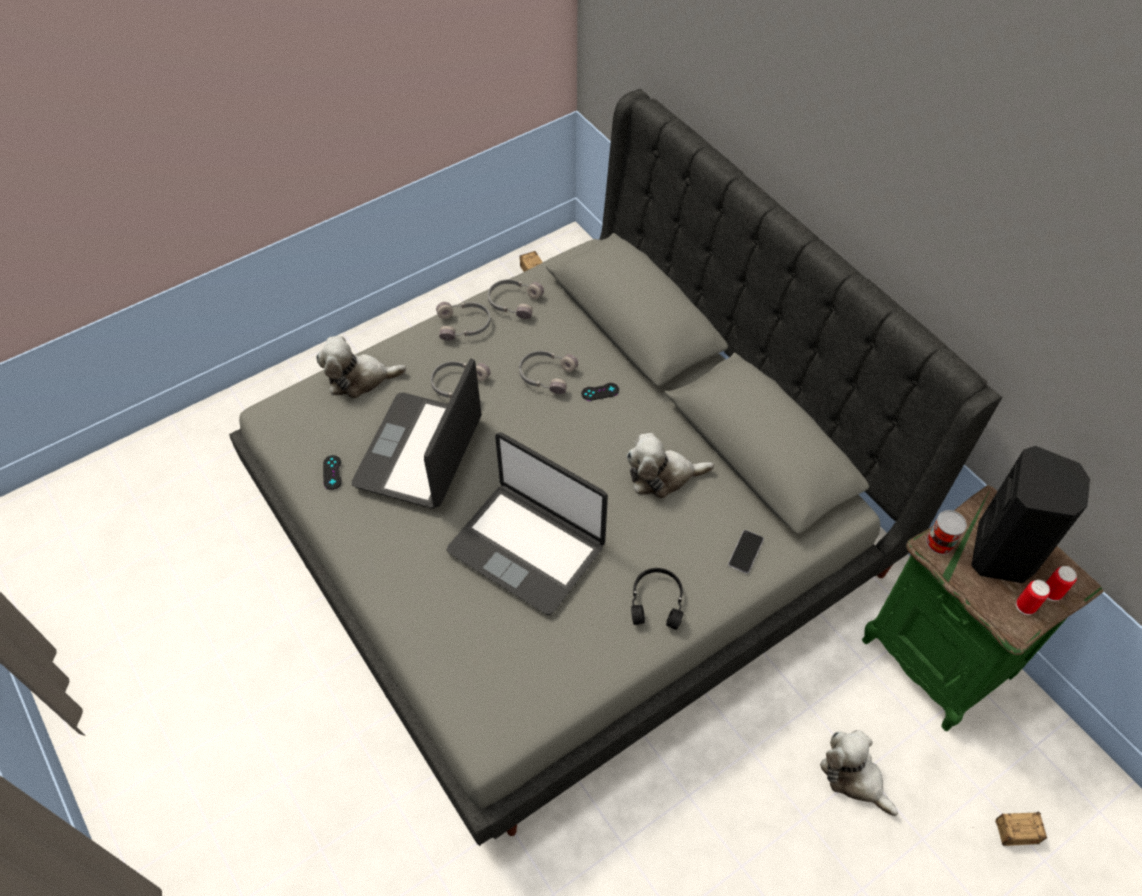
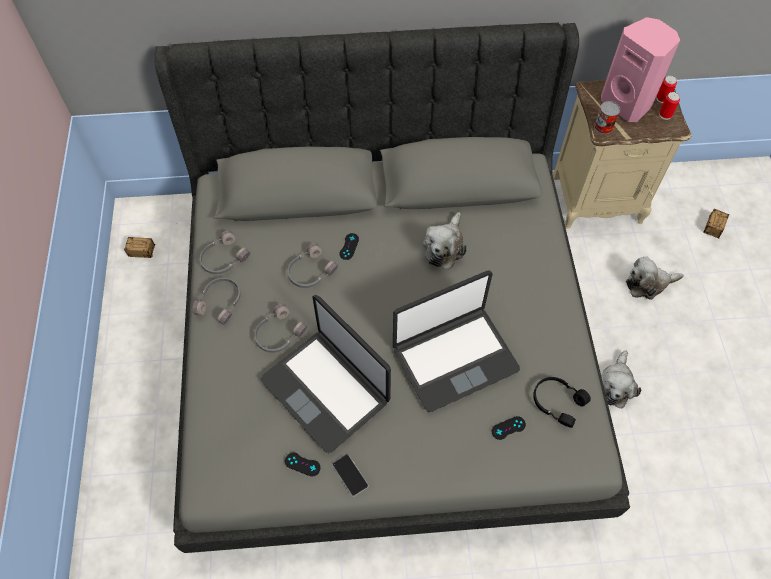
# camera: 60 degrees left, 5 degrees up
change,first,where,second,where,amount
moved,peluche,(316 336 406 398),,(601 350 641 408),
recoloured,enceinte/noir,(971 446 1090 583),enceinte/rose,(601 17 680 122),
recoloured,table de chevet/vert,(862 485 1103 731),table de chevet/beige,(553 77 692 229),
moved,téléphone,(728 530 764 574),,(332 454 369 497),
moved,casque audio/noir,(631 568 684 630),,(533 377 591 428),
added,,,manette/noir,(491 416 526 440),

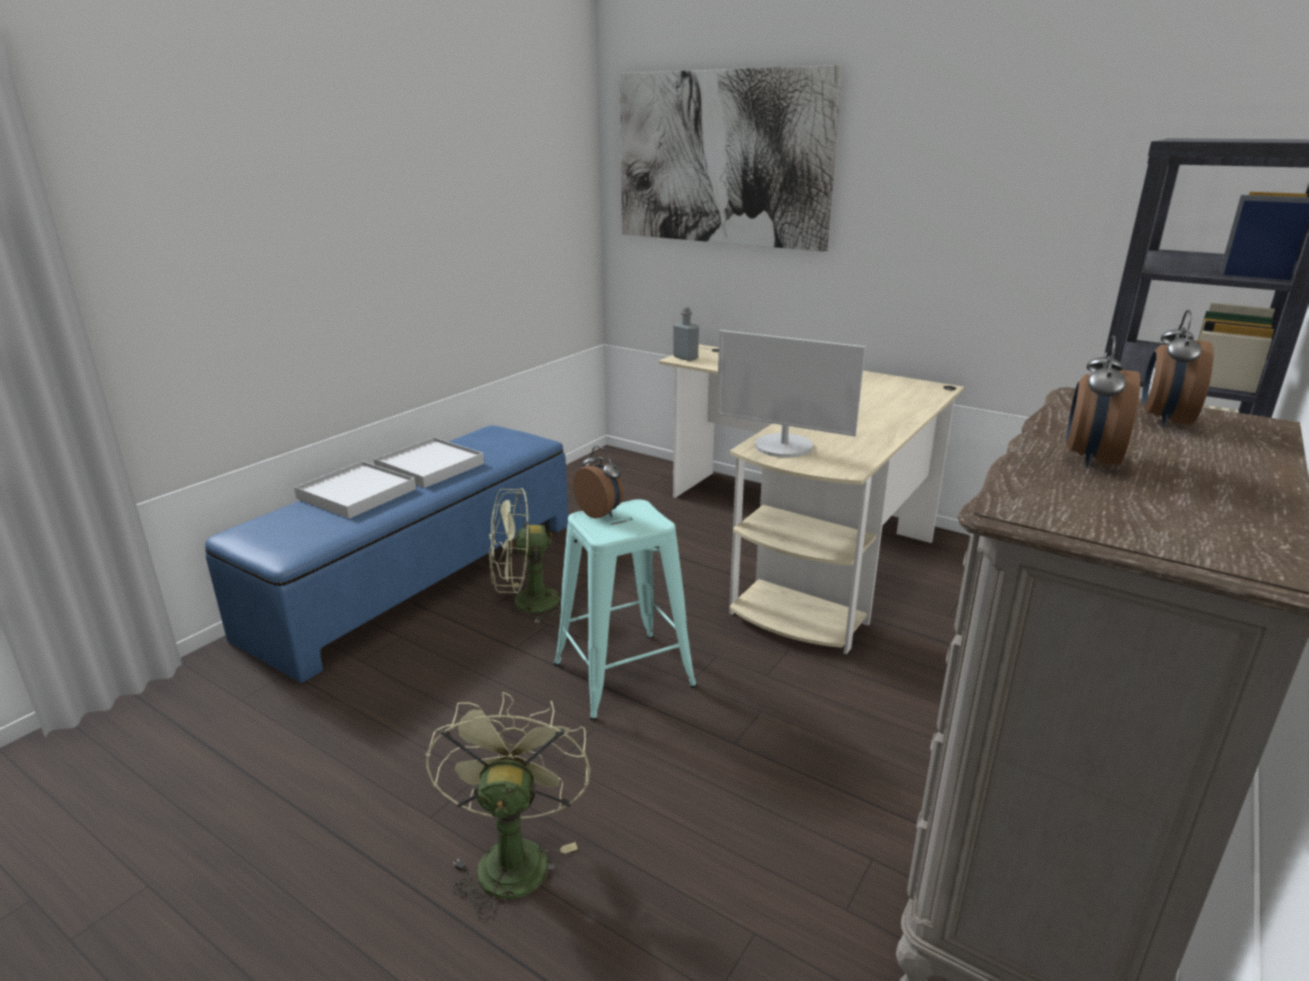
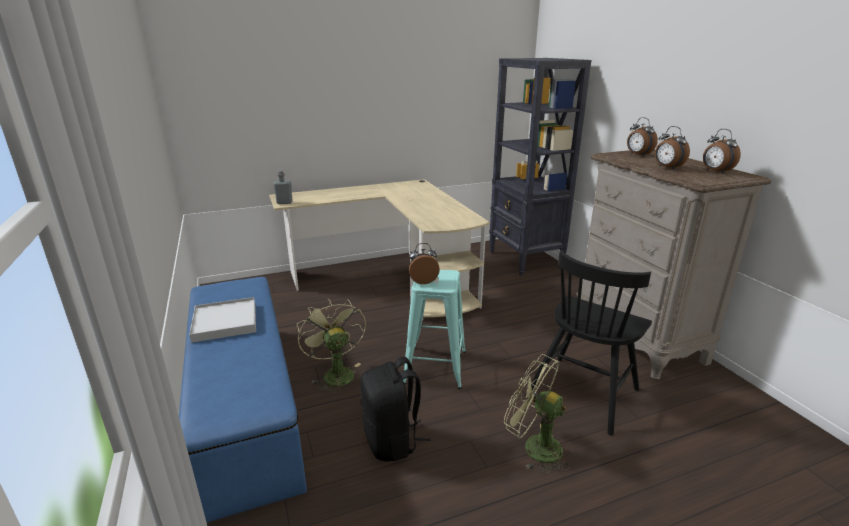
# camera: 55 degrees left, 0 degrees up
change,first,where,second,where,amount
removed,tableau,(620 65 843 252),,,
removed,écran d'ordinateur,(717 330 866 457),,,
removed,plateau/blanc,(294 461 416 519),,,
turned,ventilateur/vert,(489 488 575 623),,(296 298 366 394),135 degrees clockwise
added,,,réveil,(703 129 741 174),
added,,,chaise/noir,(525 249 652 436),
added,,,sac à dos/noir,(360 357 430 462),

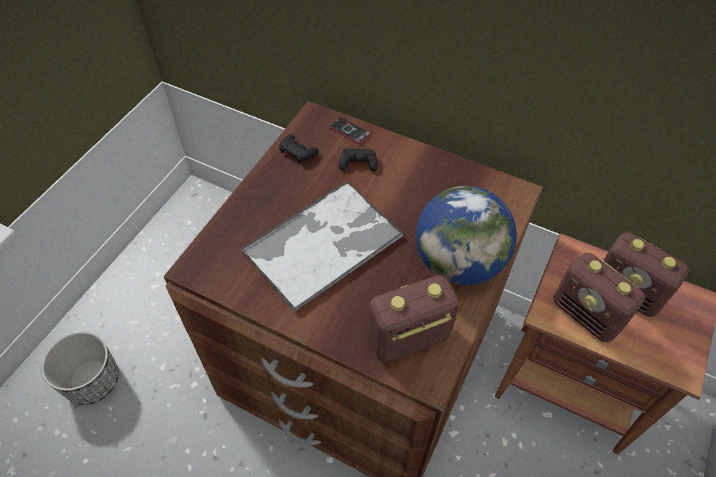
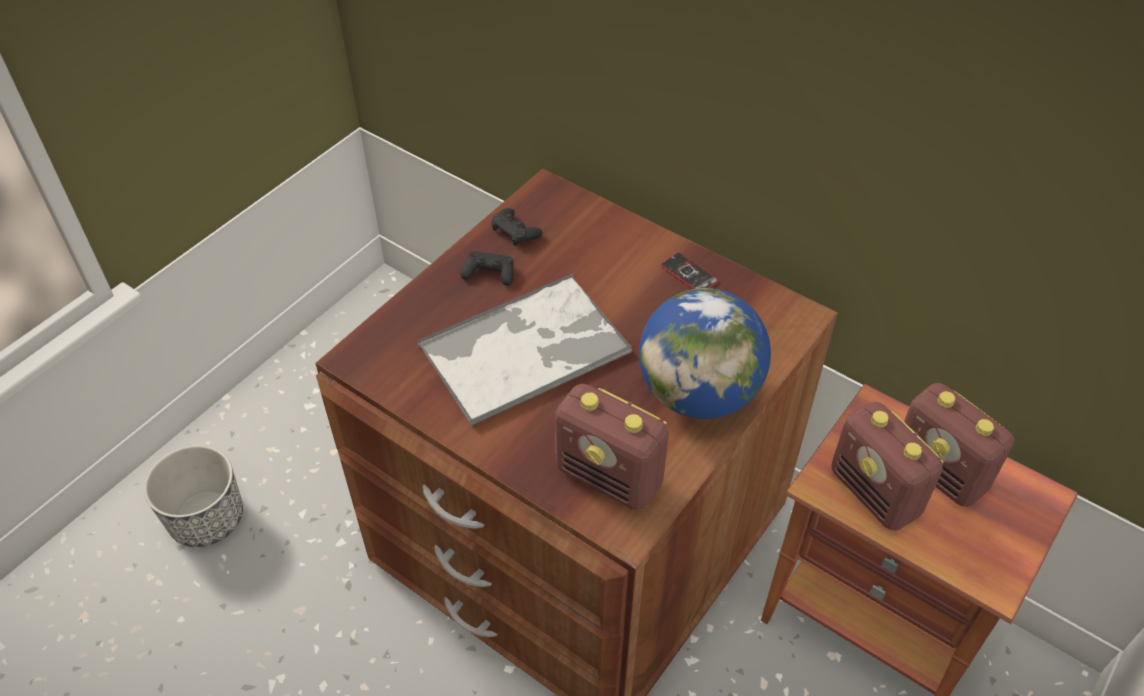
# camera: 10 degrees right, 5 degrees down
change,first,where,second,where,amount
moved,téléphone,(329 117 371 144),,(661 253 718 289),
moved,manette/noir,(339 148 378 171),,(460 251 514 286),
turned,radio,(368 275 459 362),,(555 384 669 510),135 degrees counterclockwise

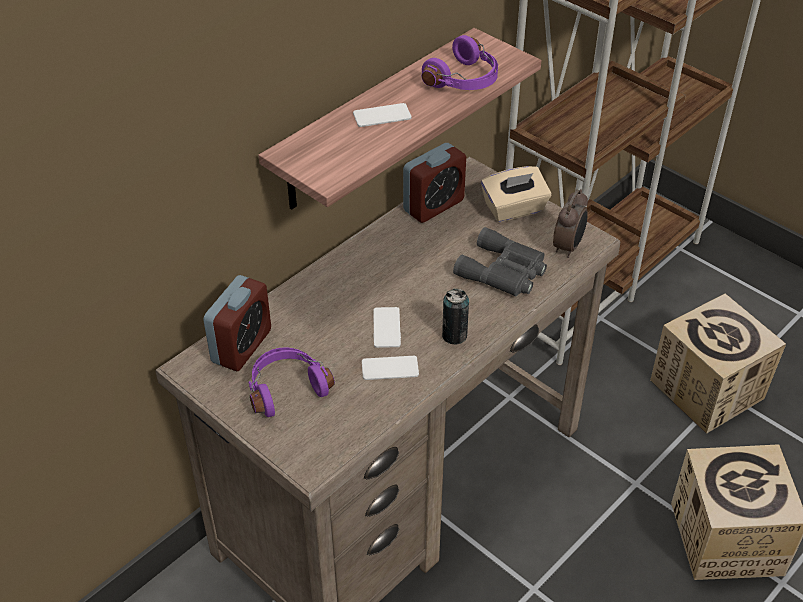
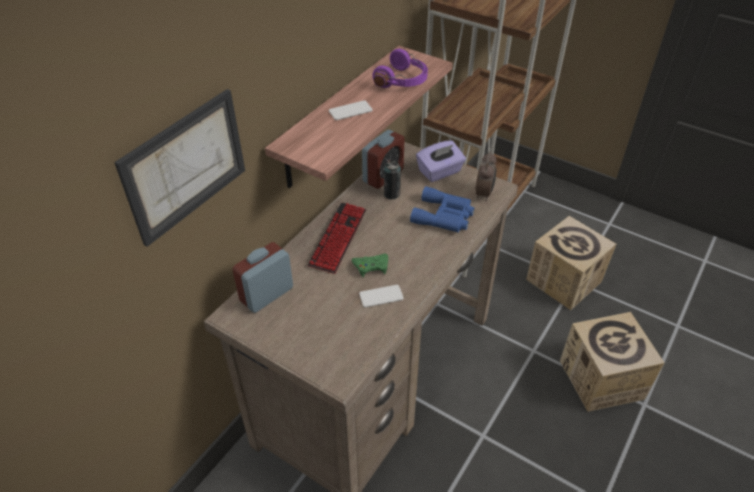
# camera: 10 degrees left, 0 degrees up
change,first,where,second,where,amount
recoloured,boîte à mouchoirs/beige,(481 166 551 222),boîte à mouchoirs/violet,(416 141 466 182),
recoloured,jumelles/gris,(453 227 547 296),jumelles/bleu,(410 186 474 232),
turned,réveil,(203 275 271 371),,(232 242 293 313),150 degrees counterclockwise
moved,boîte métallique,(442 288 469 344),,(384 161 401 199),
replaced,téléphone,(373 307 401 348),manette/vert,(352 254 388 277),
removed,casque audio/violet,(248 347 335 417),,,
added,,,tableau,(114 89 245 247),
added,,,clavier,(308 203 366 274),

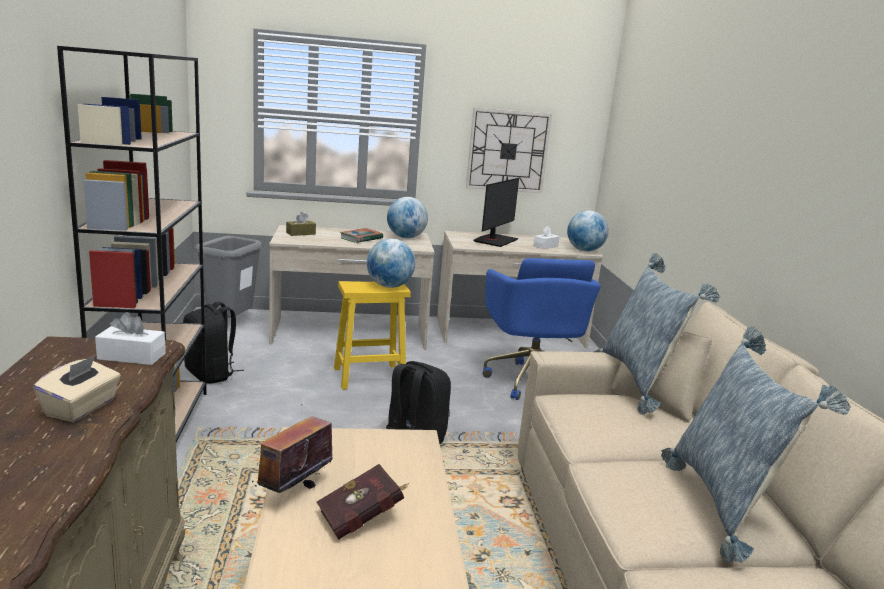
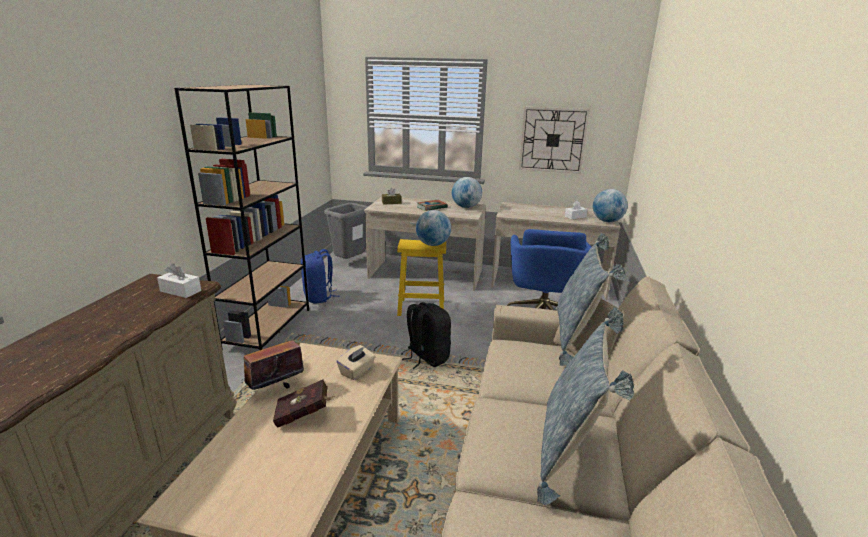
# camera: 20 degrees right, 5 degrees up
change,first,where,second,where,amount
removed,écran d'ordinateur,(473 178 519 247),,,
recoloured,sac à dos/noir,(183 301 244 384),sac à dos/bleu,(301 249 337 304),
moved,boîte à mouchoirs/beige,(33 355 121 422),,(336 345 376 380),

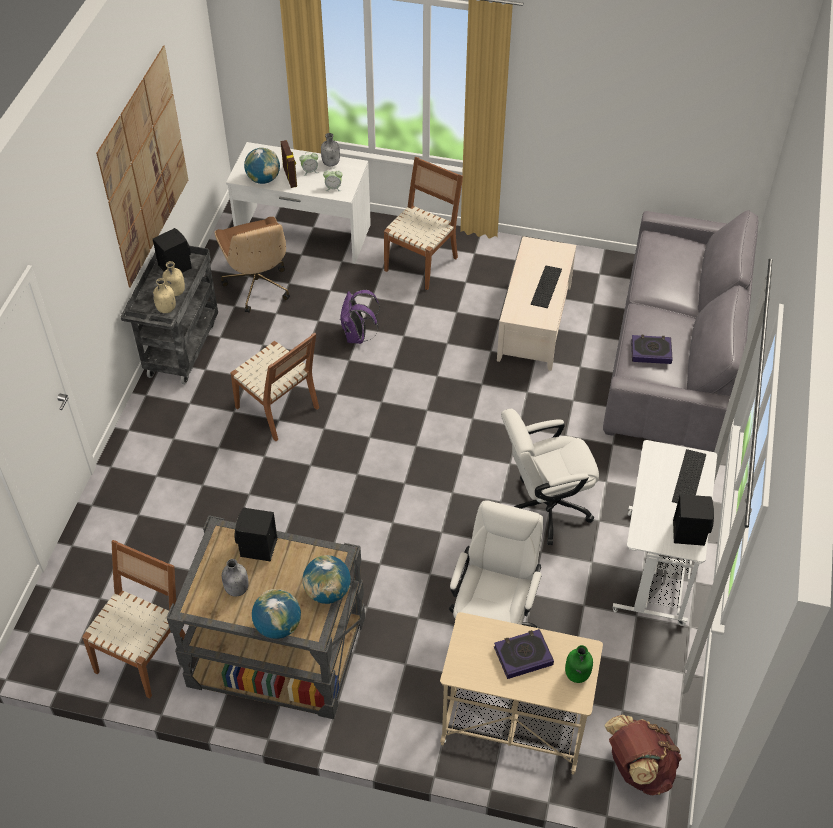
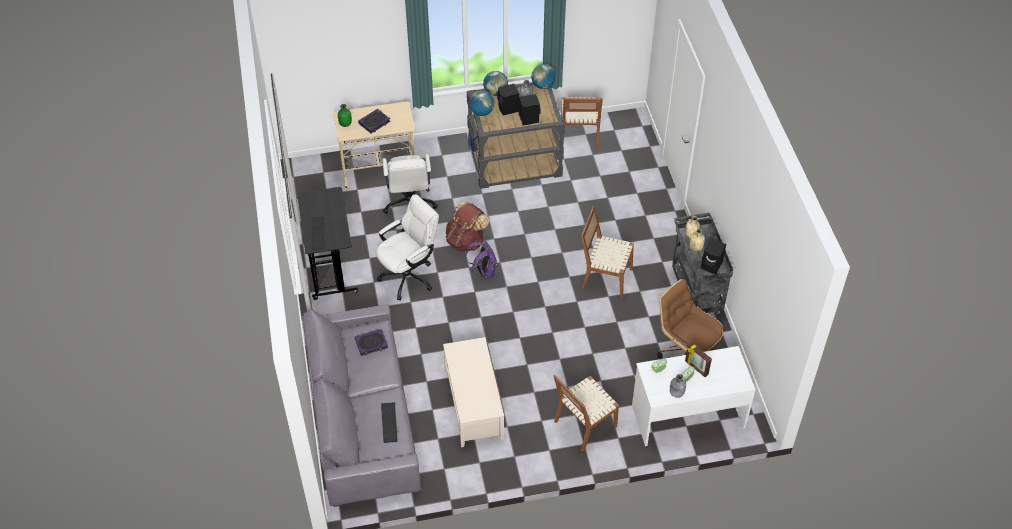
# camera: 155 degrees right, 0 degrees up
change,first,where,second,where,amount
removed,tableau,(96 45 188 288),,,
moved,globe,(244 148 280 184),,(531 64 556 89),
turned,chaise,(384 157 463 290),,(554 375 619 452),45 degrees clockwise
moved,clavier,(531 265 562 308),,(381 402 398 443),
moved,sac à dos/violet,(340 290 380 344),,(465 240 497 279),
recoloured,bureau/blanc,(613 440 717 626),bureau/noir,(297 187 358 300),
moved,enceinte/noir,(673 494 714 546),,(497 84 519 116),
moved,sac à dos/marron,(604 715 682 795),,(446 201 489 252),

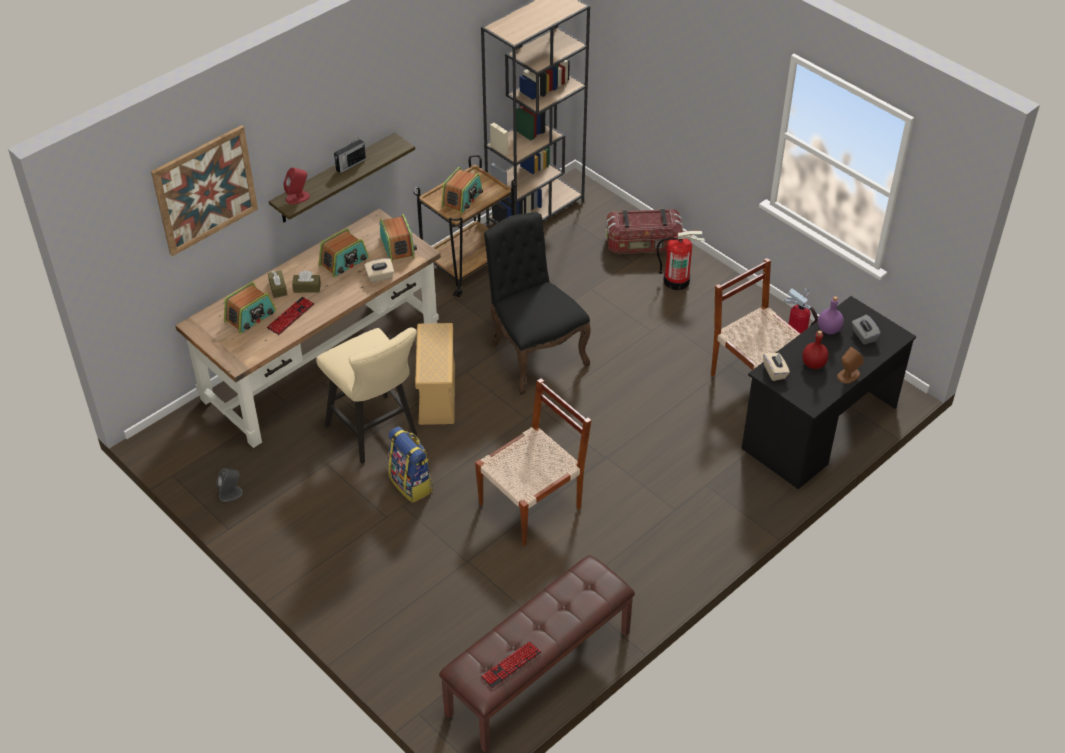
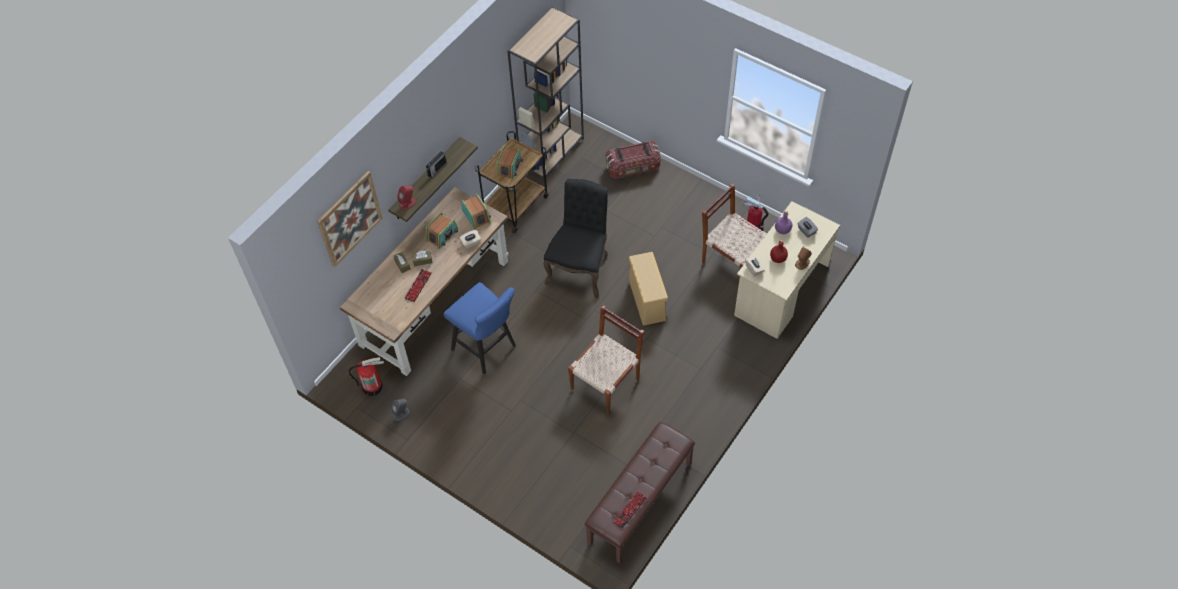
# camera: 10 degrees left, 10 degrees up
change,first,where,second,where,amount
turned,chaise/noir,(484 212 590 395),,(544 179 608 298),60 degrees clockwise
moved,extincteur,(656 231 705 290),,(348 357 384 396),
removed,radio,(224 282 276 334),,,
recoloured,bureau/noir,(741 296 916 489),bureau/beige,(734 201 840 339),
moved,boîte de rangement/beige,(415 323 455 425),,(629 252 668 325),
recoloured,tabouret/beige,(316 327 417 464),tabouret/bleu,(444 282 516 374),
removed,sac à dos,(388 426 433 503),,,

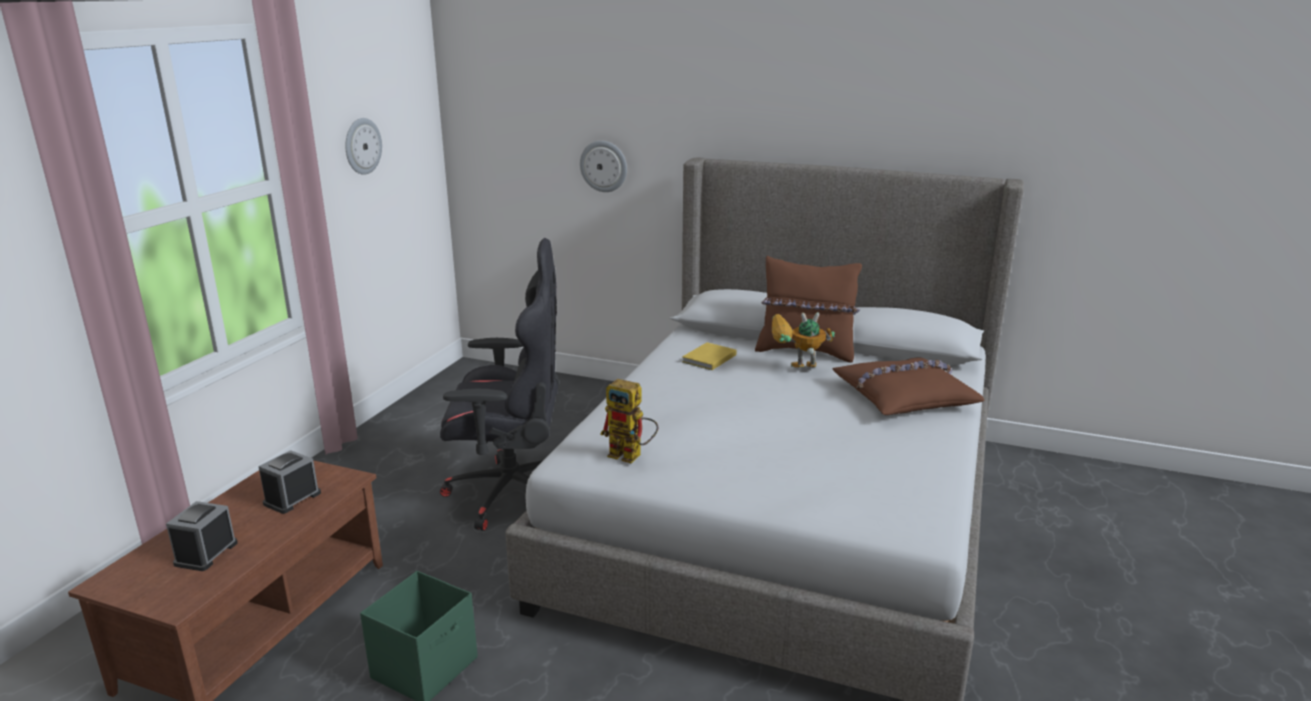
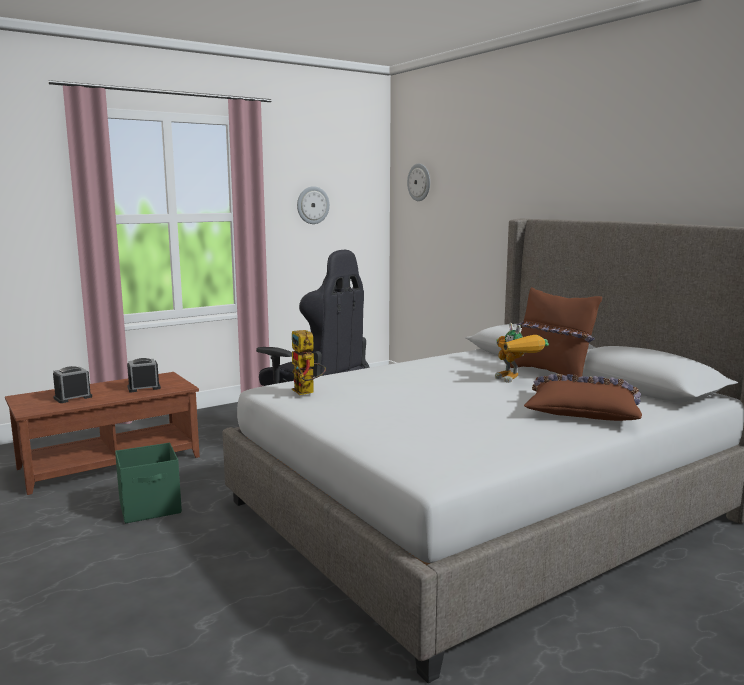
# camera: 35 degrees right, 10 degrees down
change,first,where,second,where,amount
moved,horloge murale,(580 141 627 192),,(407 164 430 201),
turned,robot jouet,(772 312 835 368),,(495 323 549 383),150 degrees counterclockwise
removed,livre/jaune,(682 342 736 370),,,

